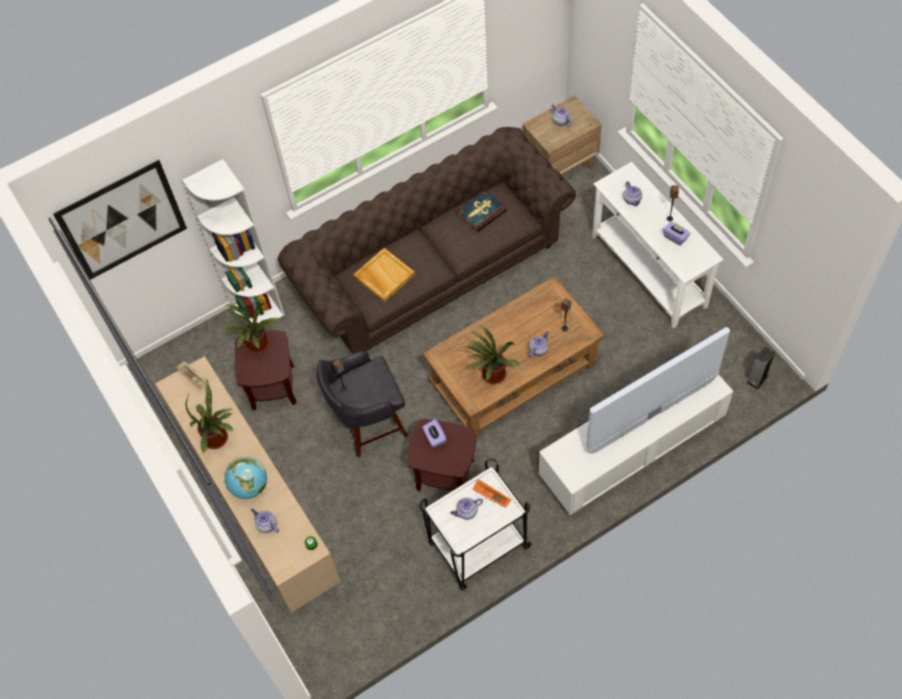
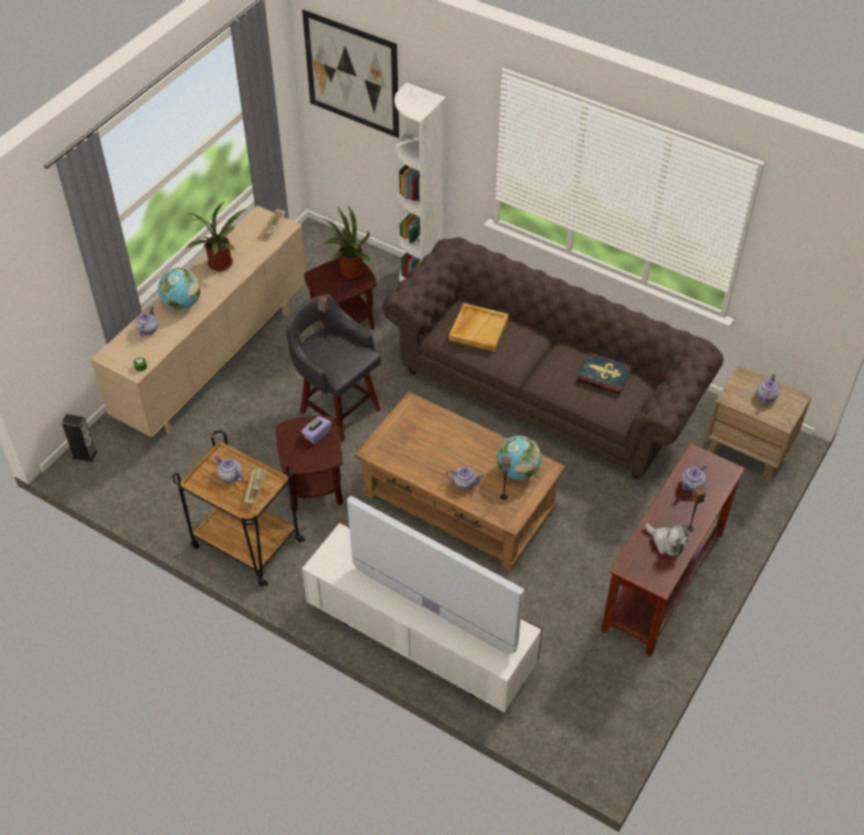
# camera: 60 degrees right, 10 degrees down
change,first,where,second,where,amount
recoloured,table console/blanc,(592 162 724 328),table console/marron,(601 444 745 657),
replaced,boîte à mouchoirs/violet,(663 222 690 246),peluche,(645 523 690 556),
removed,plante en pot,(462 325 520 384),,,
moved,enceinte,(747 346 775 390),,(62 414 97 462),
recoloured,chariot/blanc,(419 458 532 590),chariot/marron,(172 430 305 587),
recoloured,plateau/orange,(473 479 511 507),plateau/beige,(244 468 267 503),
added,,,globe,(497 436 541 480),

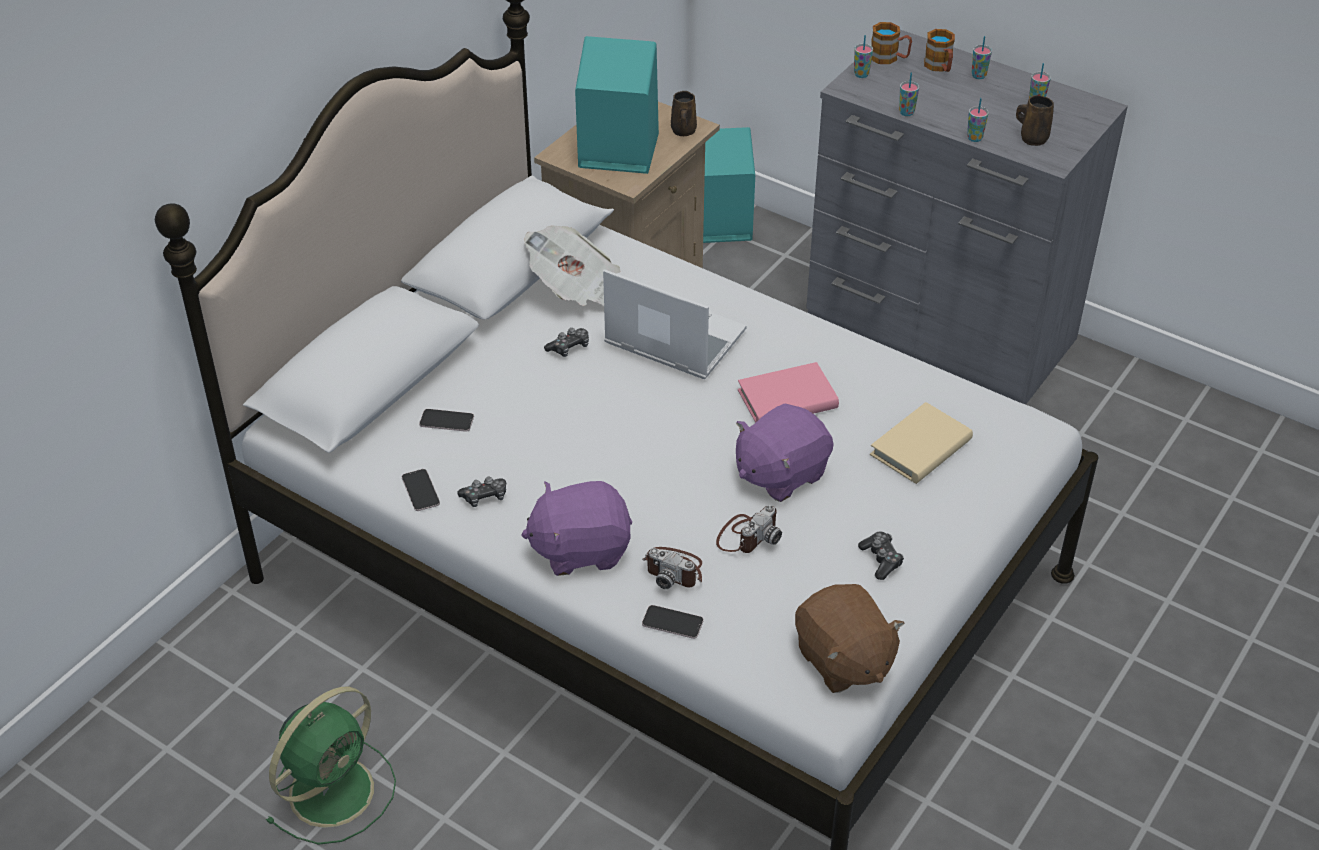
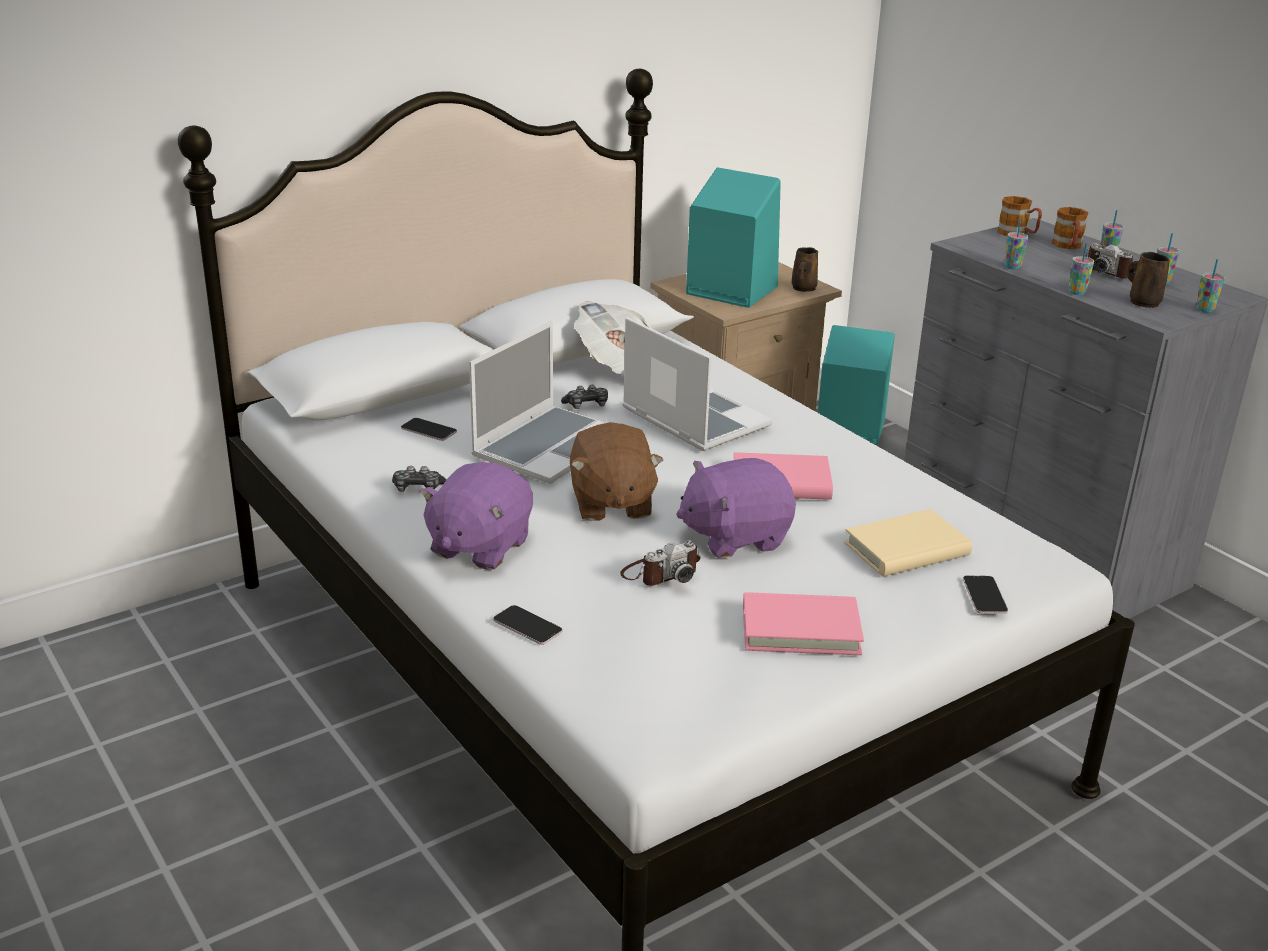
# camera: 20 degrees right, 15 degrees down
change,first,where,second,where,amount
moved,tasse,(854 35 873 78),,(1197 259 1225 313),
moved,téléphone,(402 469 440 511),,(963 575 1008 614),
turned,peluche/violet,(521 481 632 576),,(419 462 533 570),75 degrees counterclockwise
replaced,manette,(858 532 904 580),livre/rose,(743 592 864 655),
moved,appareil photo,(643 547 702 589),,(1085 243 1135 279),
moved,peluche/marron,(795 584 904 693),,(570 422 663 521),
removed,ventilateur/vert,(266 687 396 845),,,
added,,,ordinateur portable,(469 321 605 484),

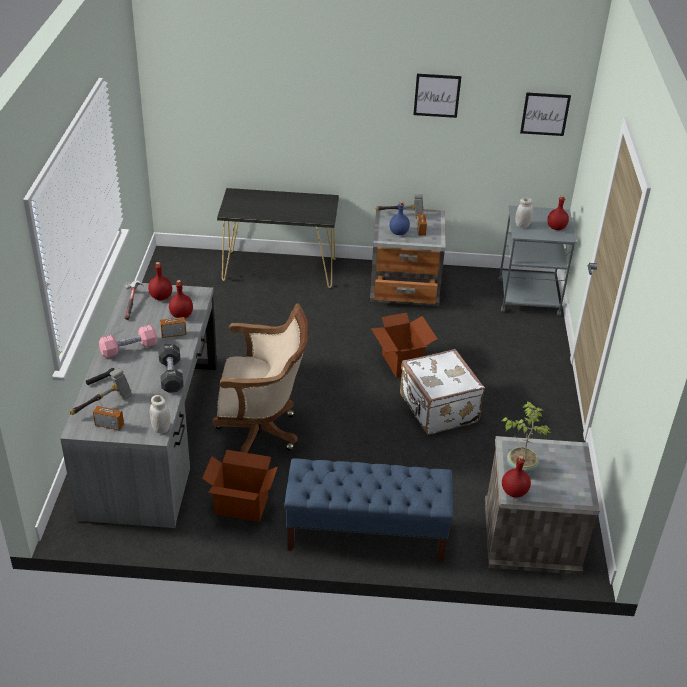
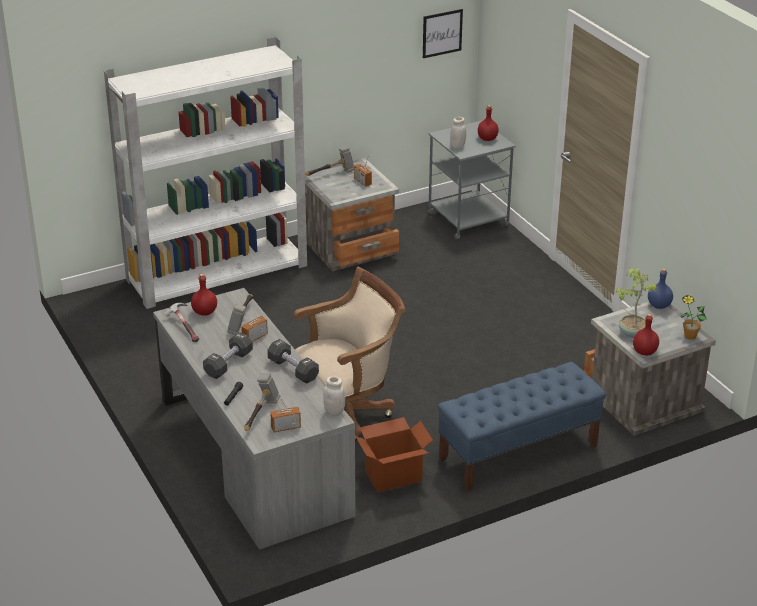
# camera: 30 degrees left, 5 degrees down
change,first,where,second,where,amount
removed,tableau,(413 74 461 118),,,
replaced,table console/noir,(217 188 339 288),bibliothèque/blanc,(104 37 307 309),
moved,bouteille/bleu,(389 201 410 235),,(648 268 673 309),
replaced,bouteille/rouge,(169 280 193 318),marteau,(227 294 253 335),
removed,carton,(371 313 437 378),,,
recoloured,haltère/rose,(99 325 157 358),haltère/noir,(203 332 253 379),
removed,valise/blanc,(400 349 485 435),,,
added,,,plante en pot,(681 295 707 340),

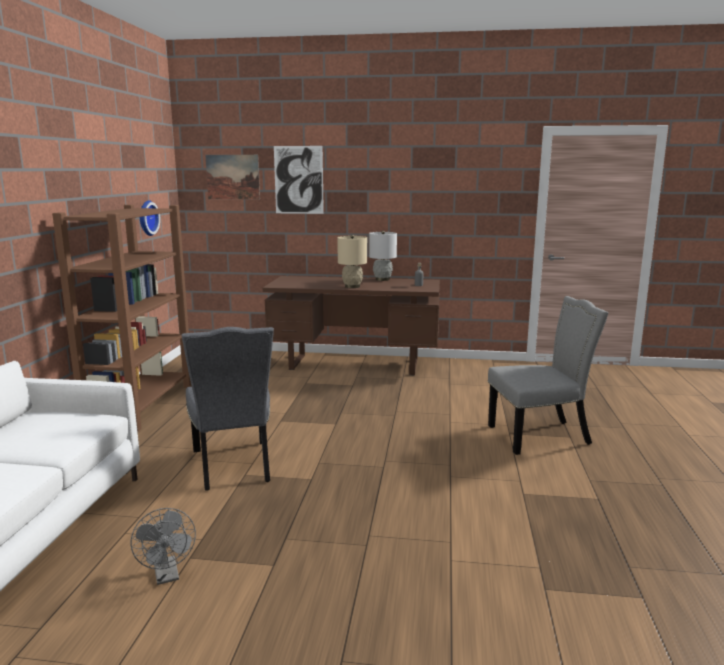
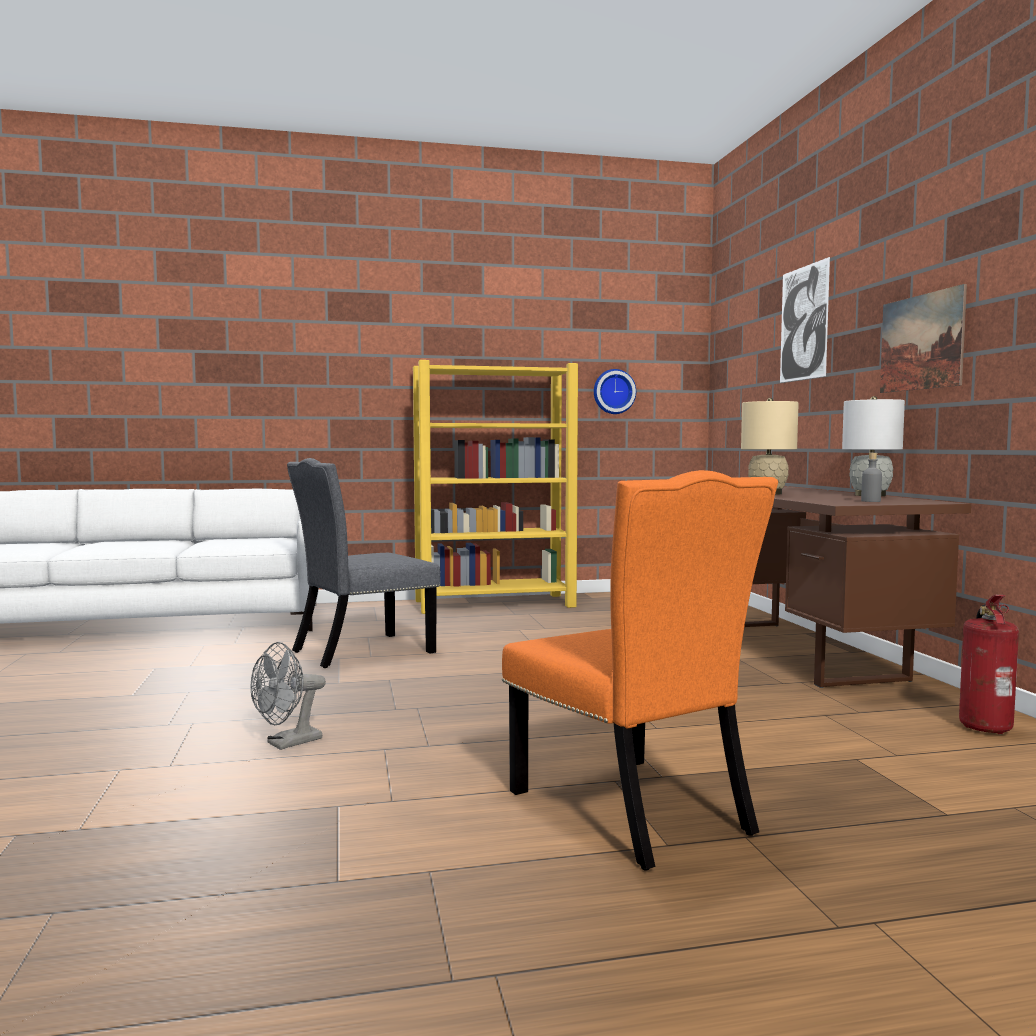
# camera: 70 degrees right, 10 degrees down
change,first,where,second,where,amount
moved,tableau,(205 155 260 199),,(880 284 967 393),
recoloured,bibliothèque/marron,(52 205 191 432),bibliothèque/jaune,(413 360 578 614),
recoloured,chaise/gris,(487 296 609 455),chaise/orange,(502 470 778 871),
moved,ventilateur/gris,(131 508 196 585),,(250 642 326 750),
added,,,extincteur,(959 594 1019 735),

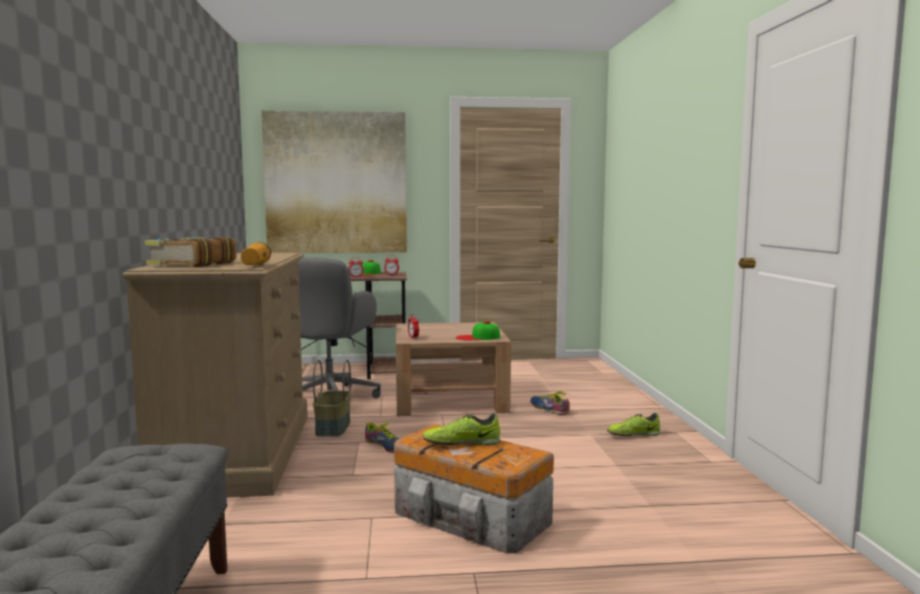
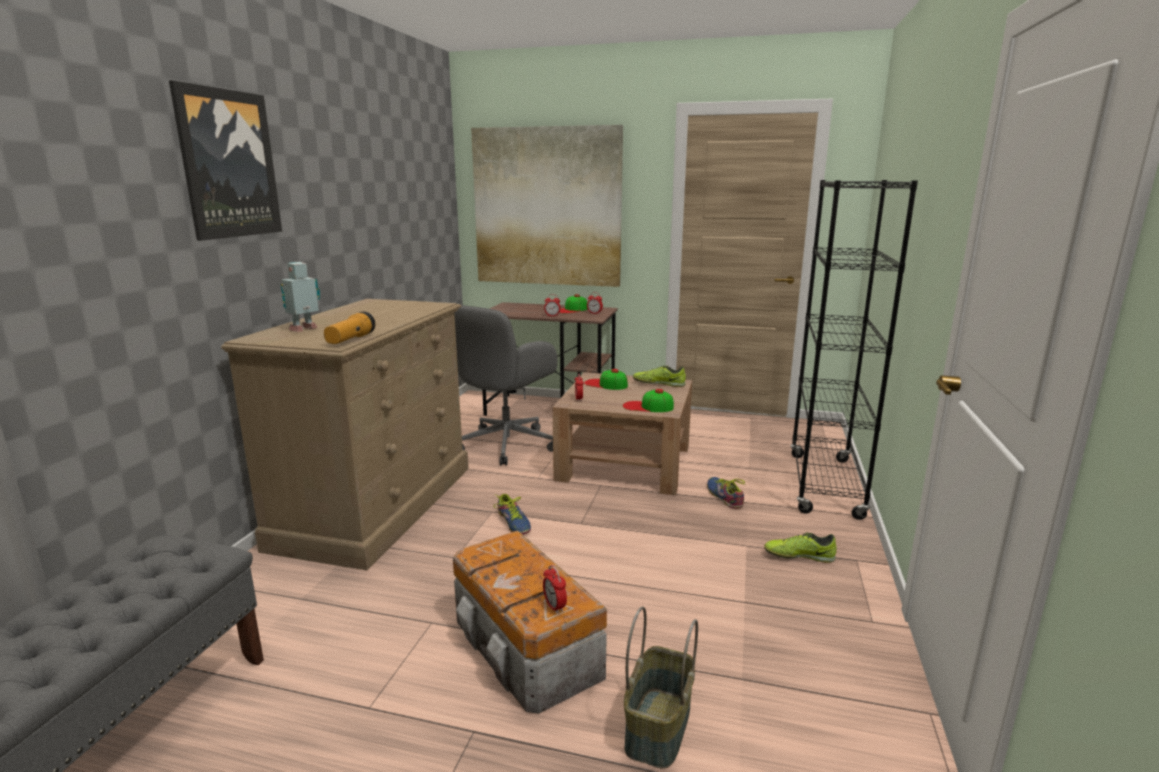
# camera: 20 degrees right, 10 degrees up
change,first,where,second,where,amount
replaced,livre,(145 237 237 267),robot jouet,(280 262 320 332),
moved,panier,(313 359 351 437),,(624 607 698 769),
moved,chaussure,(422 413 500 445),,(633 365 686 387),
added,,,tableau,(169 80 282 241),
added,,,bibliothèque/noir,(790 180 918 520),
added,,,casquette,(584 369 628 390),
added,,,réveil,(543 565 567 614),

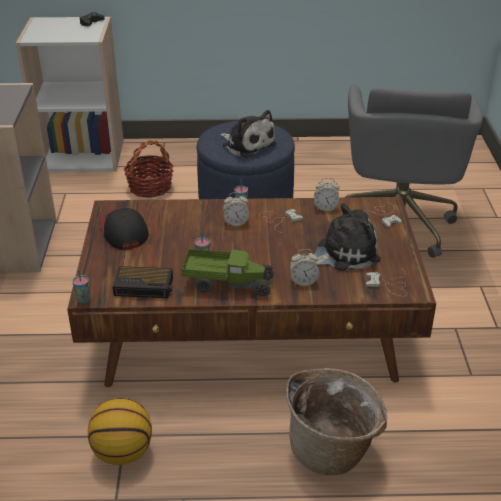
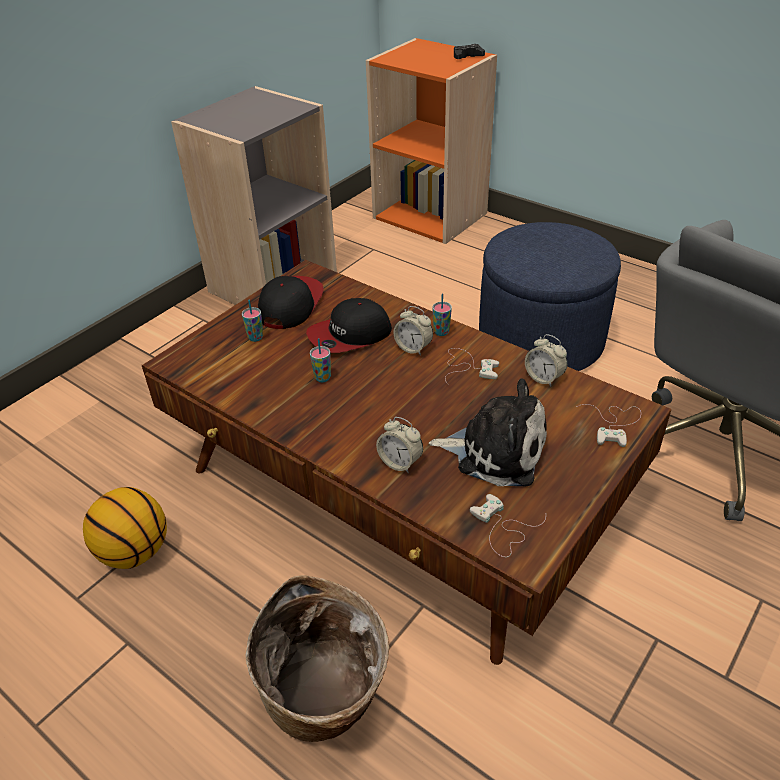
# camera: 40 degrees right, 5 degrees up
change,first,where,second,where,amount
recoloured,bibliothèque/blanc,(16 17 124 172),bibliothèque/orange,(366 38 497 244),
removed,peluche,(220 110 277 158),,,
removed,panier,(123 140 174 198),,,
removed,camion jouet,(181 249 275 296),,,
removed,réveil,(113 266 173 298),,,
moved,tasse,(72 269 90 304),,(242 299 263 342),
added,,,casquette,(306 298 392 353),

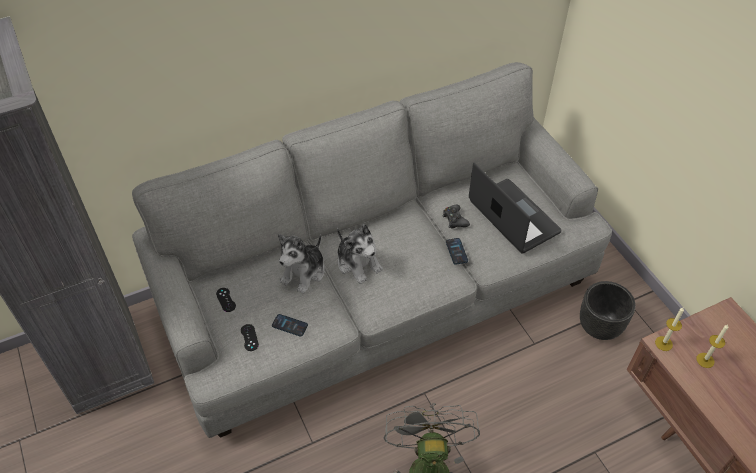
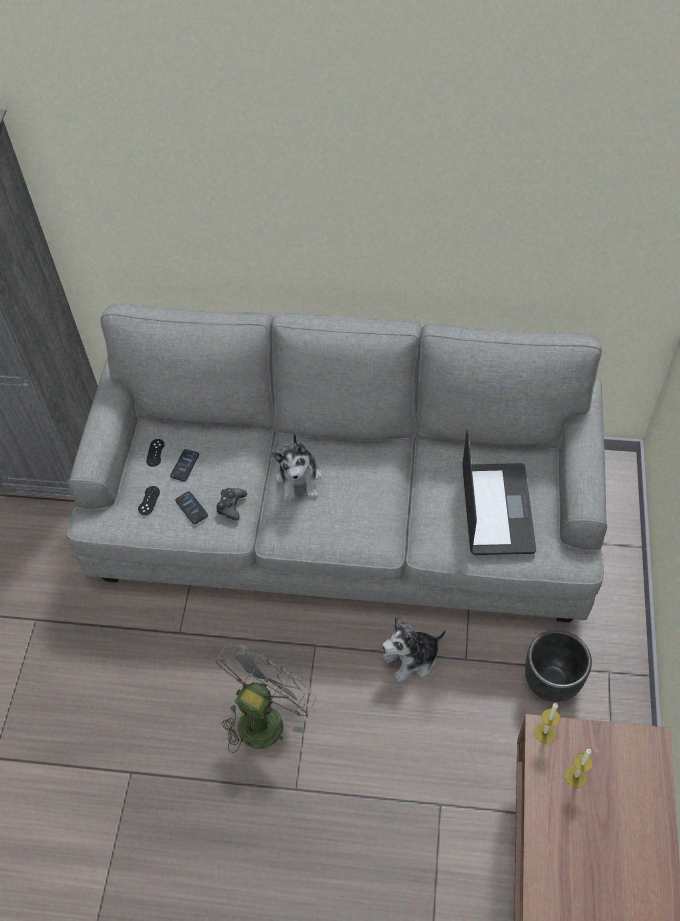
# camera: 35 degrees right, 5 degrees up
change,first,where,second,where,amount
moved,manette/noir,(443 205 470 228),,(216 488 247 520),
moved,peluche,(278 234 325 294),,(382 616 446 682),
moved,téléphone,(446 238 468 265),,(170 449 199 481),

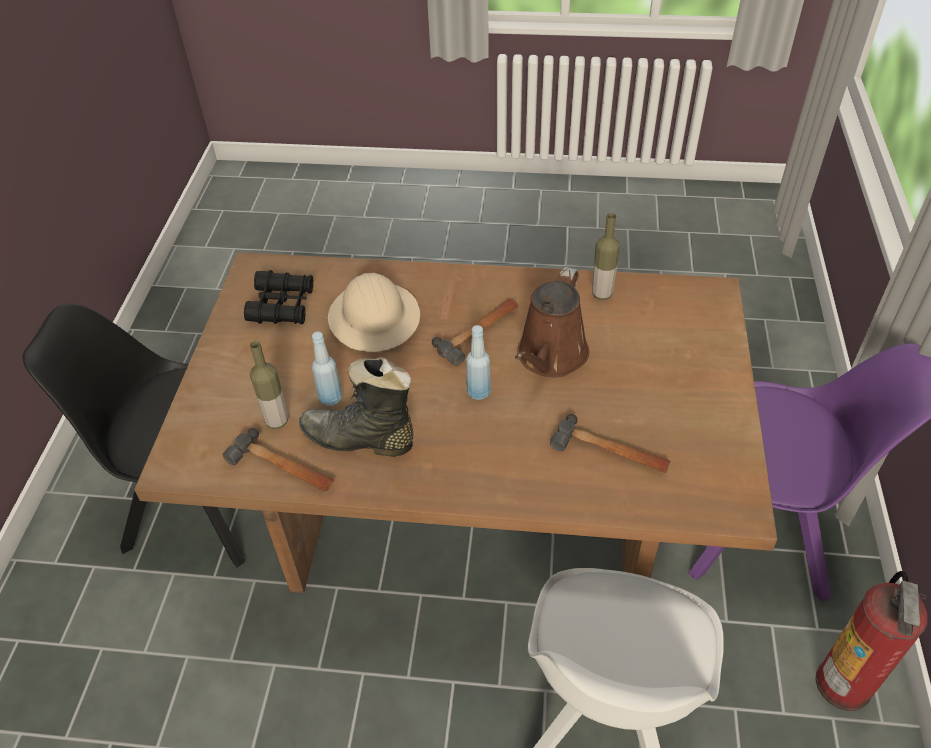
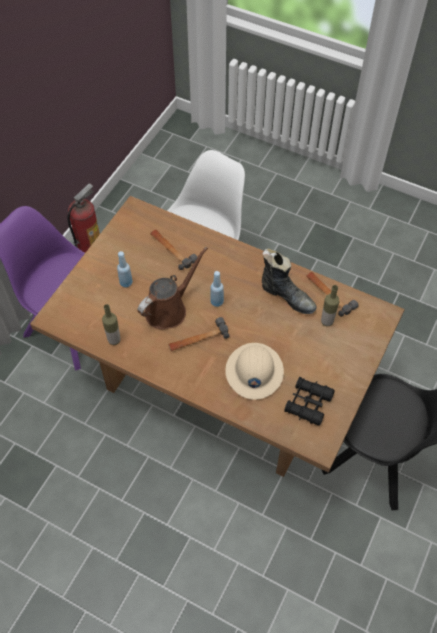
# camera: 160 degrees left, 10 degrees up
change,first,where,second,where,amount
moved,bouteille/bleu,(312 331 342 406),,(117 251 133 288),

